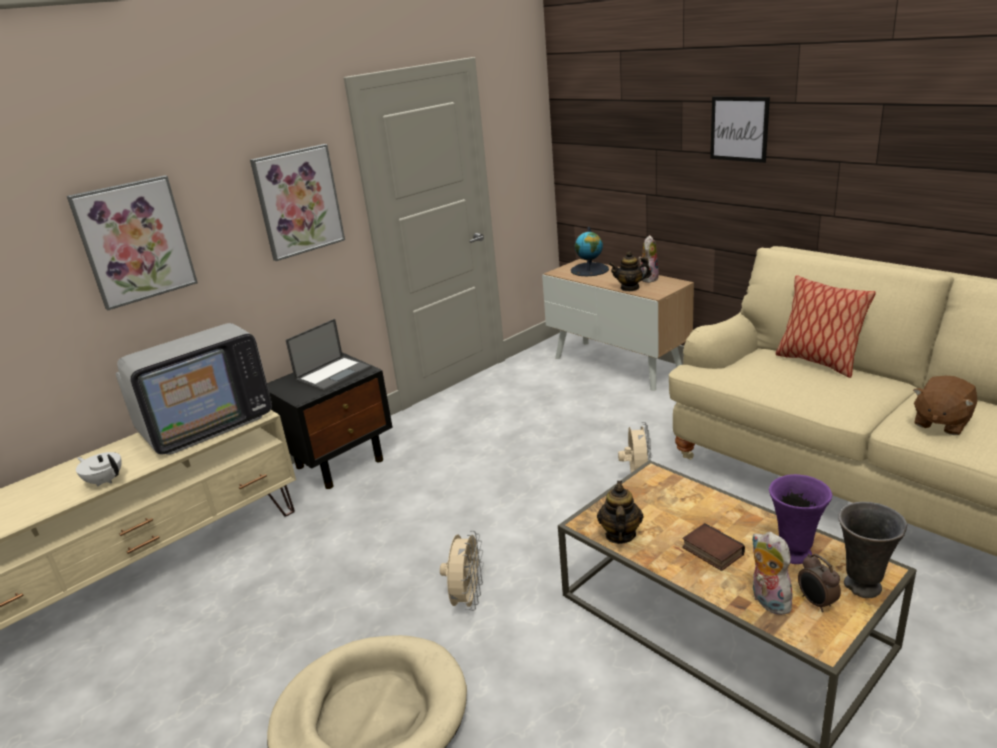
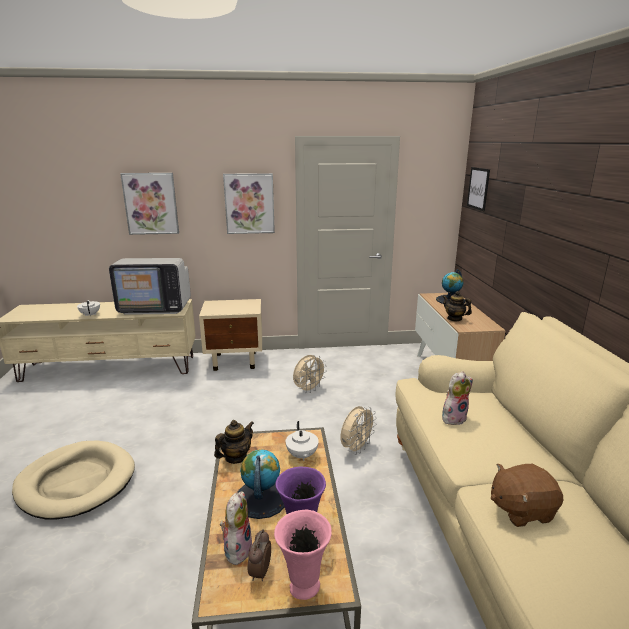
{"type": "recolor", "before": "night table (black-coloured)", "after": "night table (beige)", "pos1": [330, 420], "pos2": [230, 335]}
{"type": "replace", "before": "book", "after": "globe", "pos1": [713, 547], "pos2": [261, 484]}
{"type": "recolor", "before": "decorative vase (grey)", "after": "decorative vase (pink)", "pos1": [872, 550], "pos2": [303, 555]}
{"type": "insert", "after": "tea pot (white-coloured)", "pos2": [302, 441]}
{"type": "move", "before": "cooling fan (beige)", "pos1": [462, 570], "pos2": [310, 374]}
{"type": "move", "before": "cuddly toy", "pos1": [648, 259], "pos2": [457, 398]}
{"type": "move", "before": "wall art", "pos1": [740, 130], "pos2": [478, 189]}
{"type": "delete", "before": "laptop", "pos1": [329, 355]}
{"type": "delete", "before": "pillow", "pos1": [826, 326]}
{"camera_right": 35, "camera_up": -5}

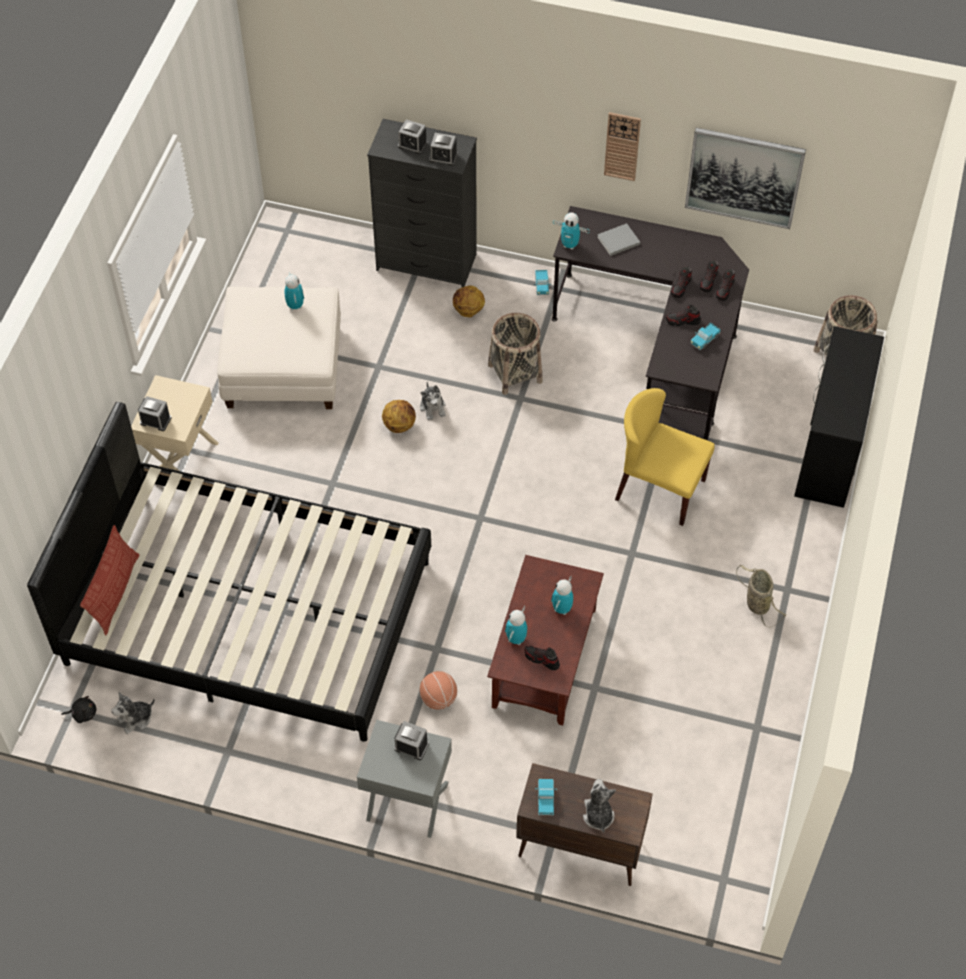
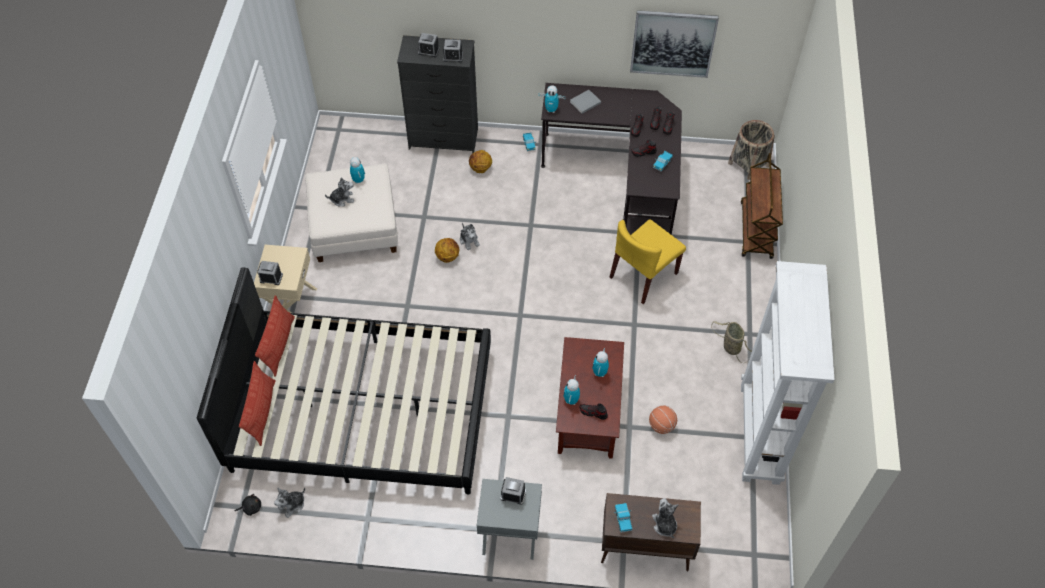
{"type": "insert", "after": "pillow", "pos2": [275, 336]}
{"type": "insert", "after": "cuddly toy", "pos2": [339, 192]}
{"type": "rotate", "before": "chair (yellow)", "pos1": [665, 457], "pos2": [648, 262], "turn": -60}
{"type": "move", "before": "ball for basketball", "pos1": [438, 690], "pos2": [663, 420]}
{"type": "replace", "before": "desk unit (black-coloured)", "after": "trolley (brown)", "pos1": [839, 417], "pos2": [762, 206]}
{"type": "insert", "after": "bookshelf (white-coloured)", "pos2": [788, 373]}
{"type": "delete", "before": "basket", "pos1": [515, 354]}
{"type": "delete", "before": "hanging clock", "pos1": [622, 146]}
{"camera_right": -10, "camera_up": 0}

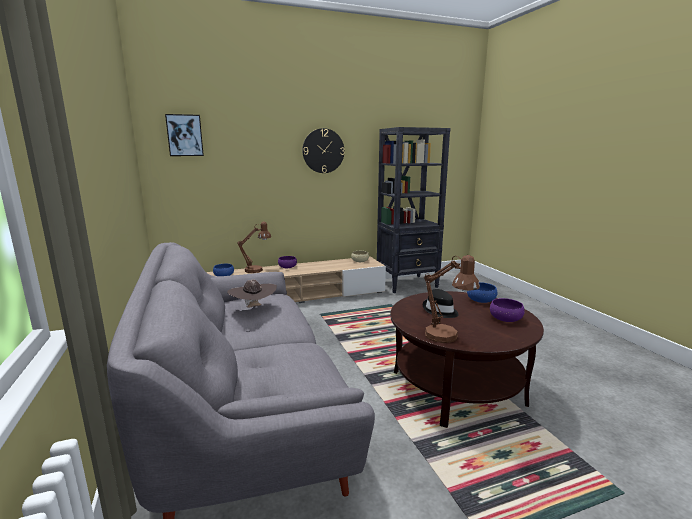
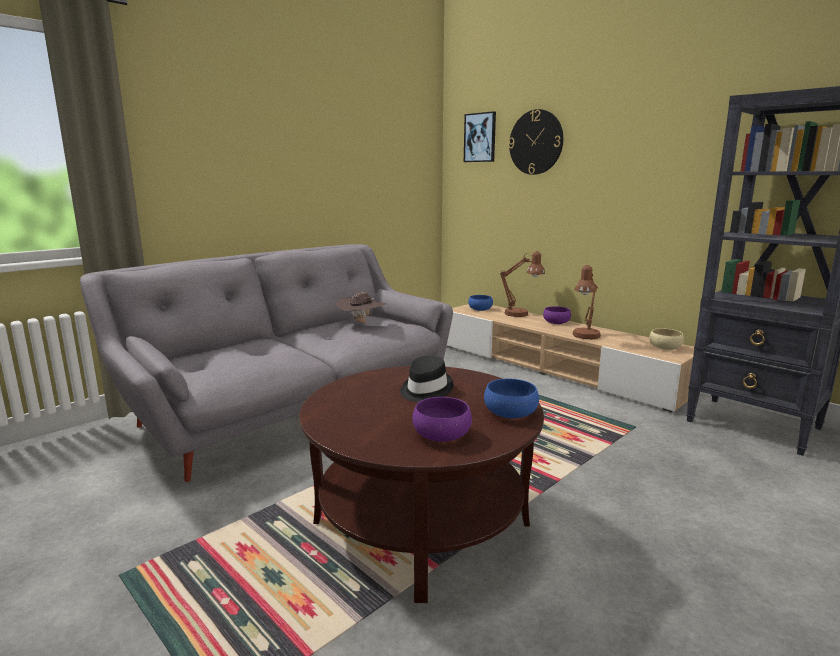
{"type": "move", "before": "hanging clock", "pos1": [323, 150], "pos2": [535, 142]}
{"type": "move", "before": "lamp for a table (brown)", "pos1": [452, 299], "pos2": [586, 302]}
{"camera_right": 65, "camera_up": 0}

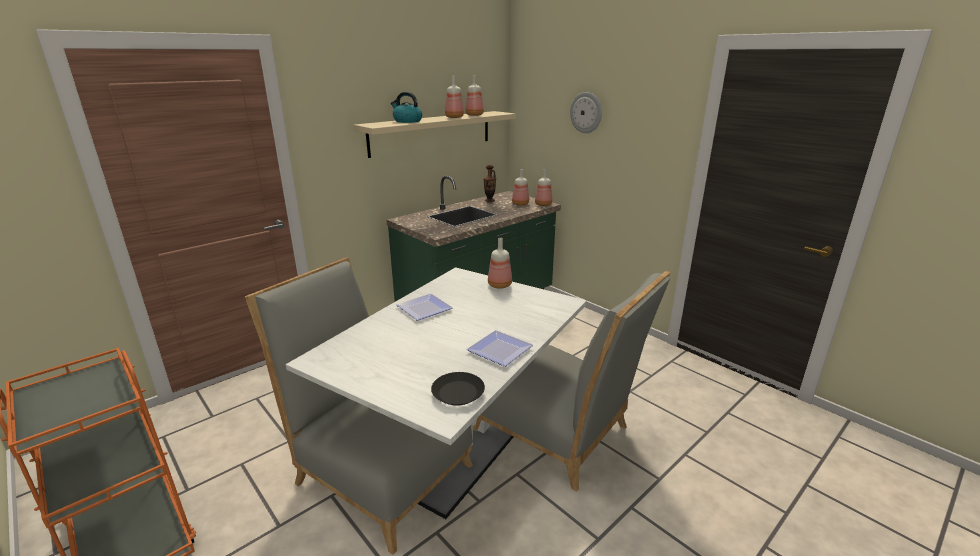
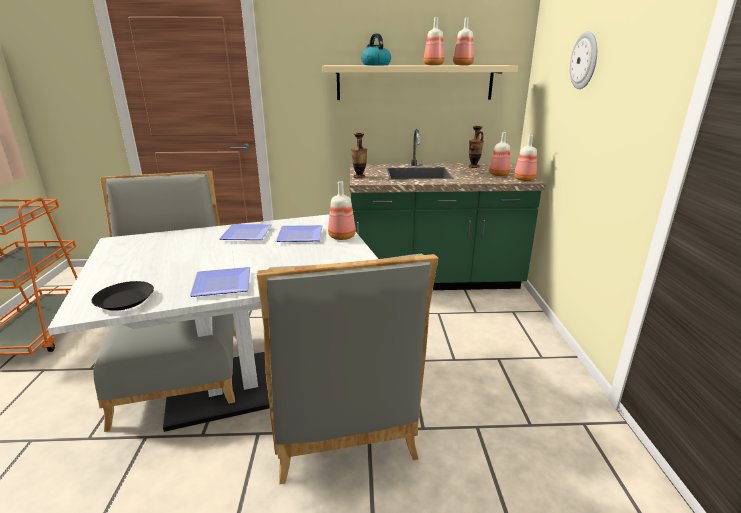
{"type": "insert", "after": "dinner plate", "pos2": [299, 233]}
{"type": "insert", "after": "decorative vase", "pos2": [359, 156]}
{"camera_right": 40, "camera_up": 0}

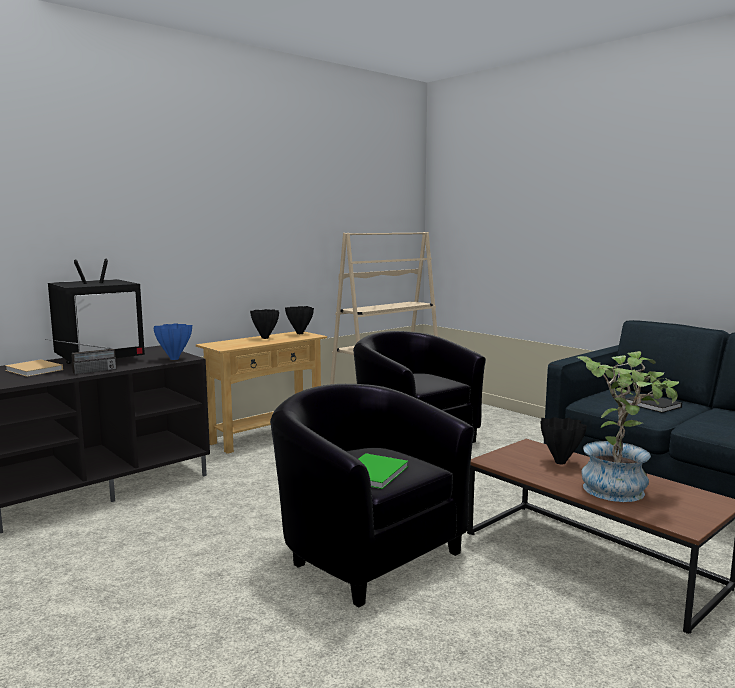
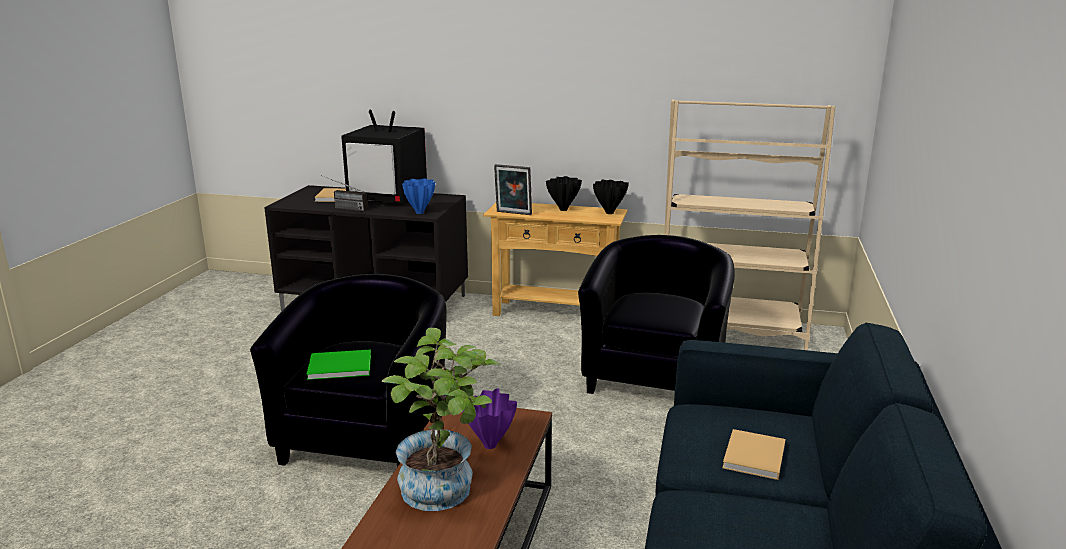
{"type": "recolor", "before": "decorative vase (black-coloured)", "after": "decorative vase (purple)", "pos1": [563, 441], "pos2": [489, 418]}
{"type": "insert", "after": "picture frame", "pos2": [513, 189]}
{"type": "recolor", "before": "book (black-coloured)", "after": "book (beige)", "pos1": [653, 404], "pos2": [753, 454]}
{"camera_right": 55, "camera_up": 10}

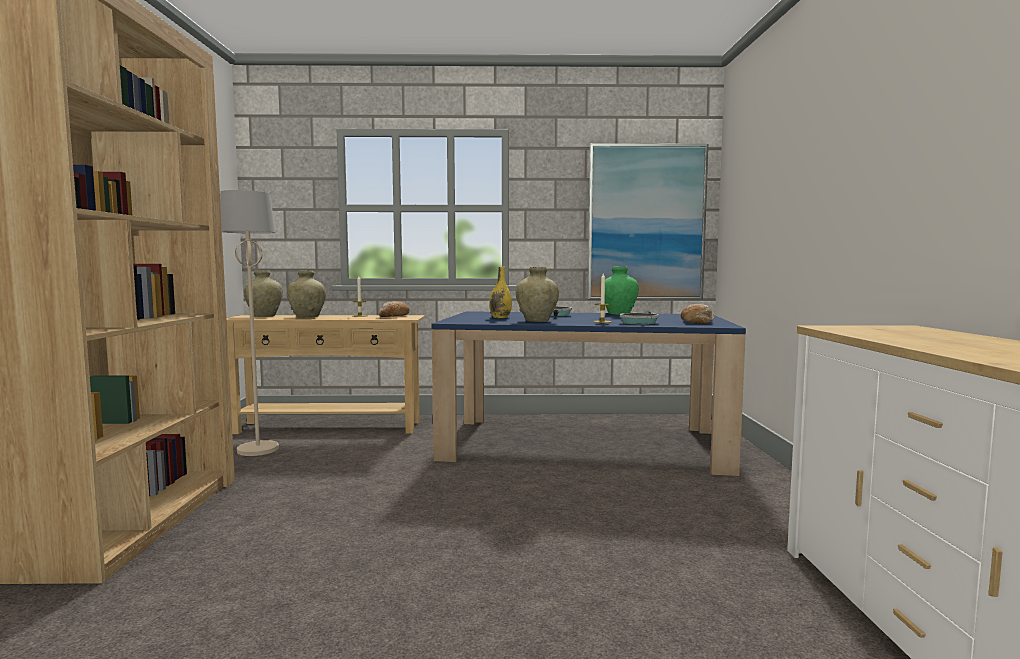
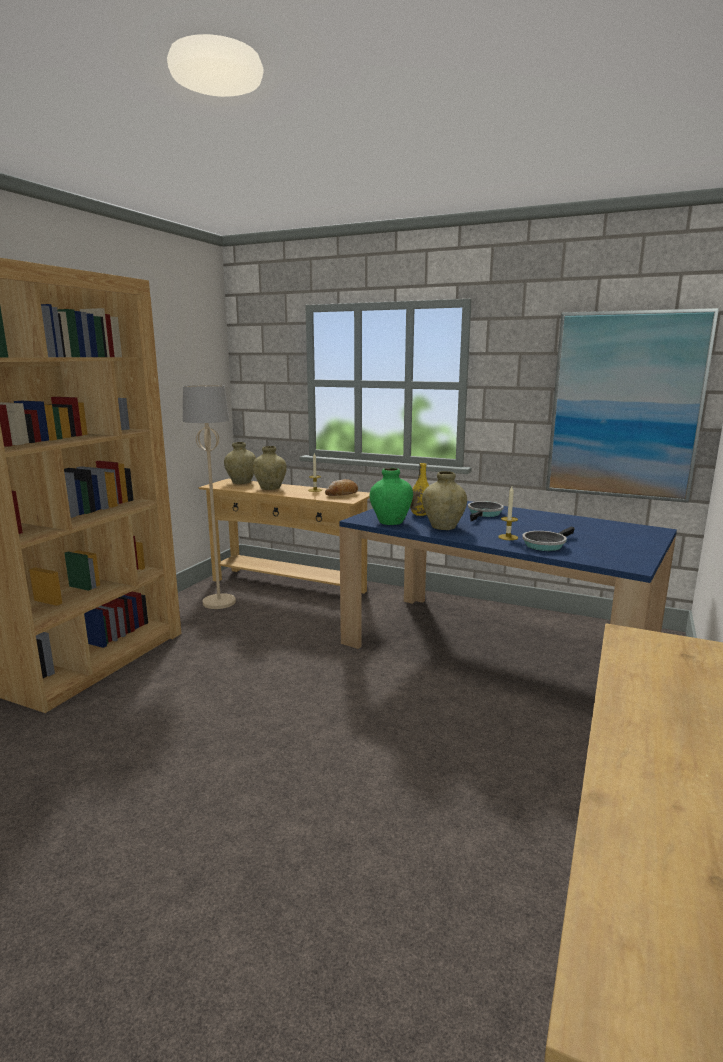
{"type": "move", "before": "decorative vase (green-coloured)", "pos1": [622, 291], "pos2": [391, 496]}
{"type": "delete", "before": "baked bread", "pos1": [697, 314]}
{"camera_right": 25, "camera_up": 10}

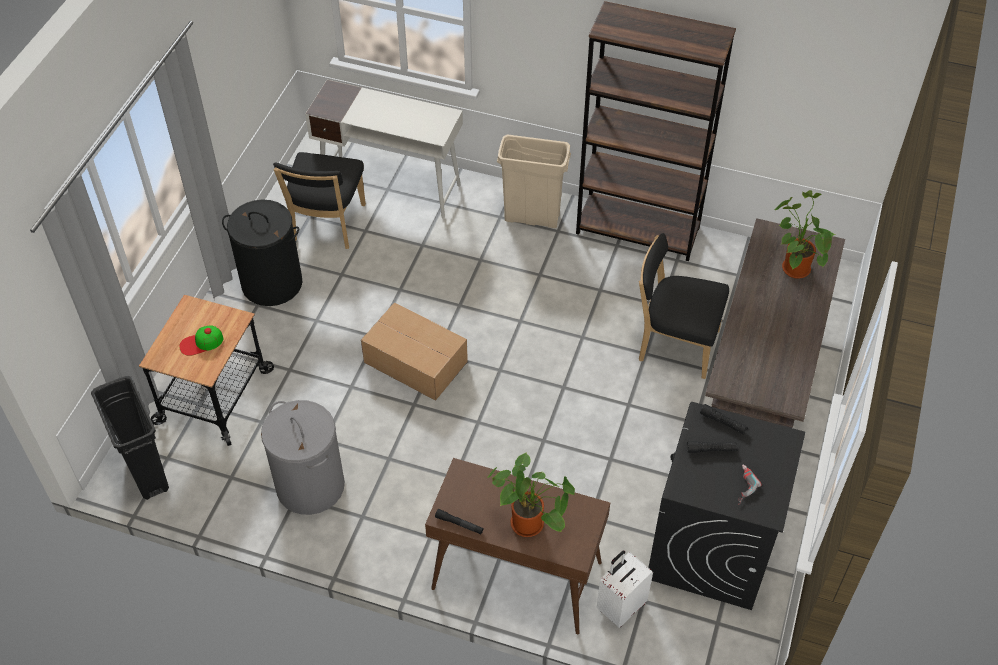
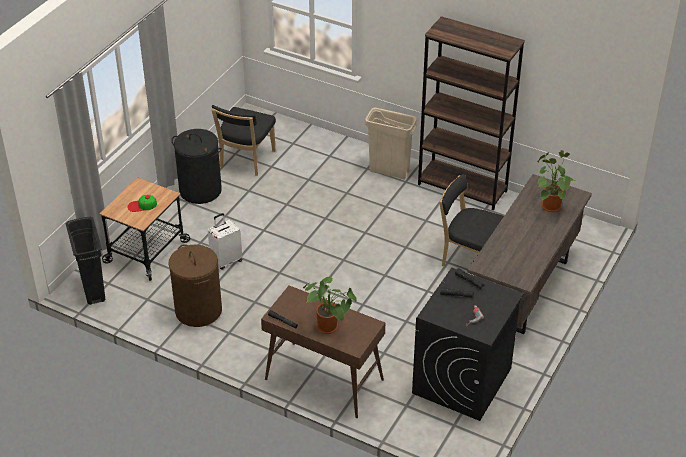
{"type": "recolor", "before": "washing basket (grey)", "after": "washing basket (brown)", "pos1": [303, 457], "pos2": [195, 285]}
{"type": "move", "before": "piece of luggage (white-coloured)", "pos1": [624, 589], "pos2": [225, 241]}
{"type": "delete", "before": "desk unit (white-coloured)", "pos1": [384, 149]}
{"type": "delete", "before": "cardboard box", "pos1": [414, 351]}
{"camera_right": 10, "camera_up": -10}

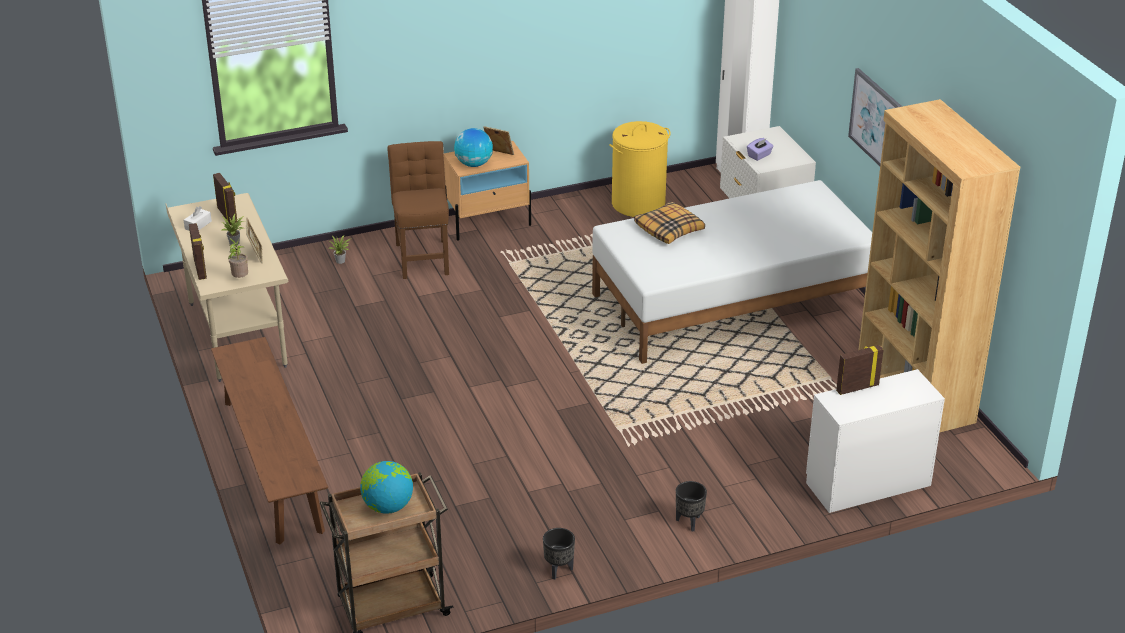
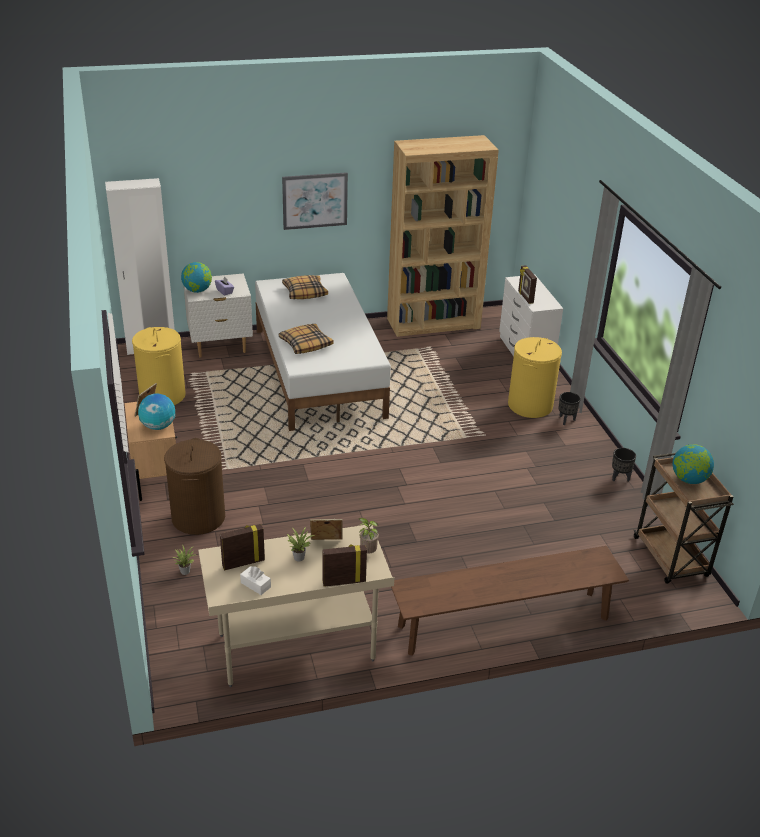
{"type": "replace", "before": "chair (brown)", "after": "washing basket (brown)", "pos1": [418, 210], "pos2": [194, 486]}
{"type": "insert", "after": "globe", "pos2": [196, 277]}
{"type": "insert", "after": "pillow", "pos2": [305, 287]}
{"type": "insert", "after": "washing basket (yellow)", "pos2": [535, 377]}
{"camera_right": -85, "camera_up": 0}

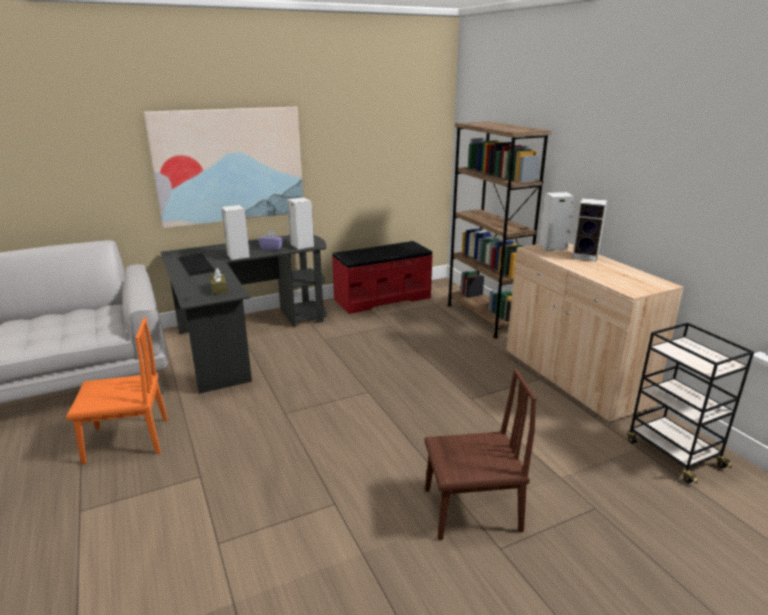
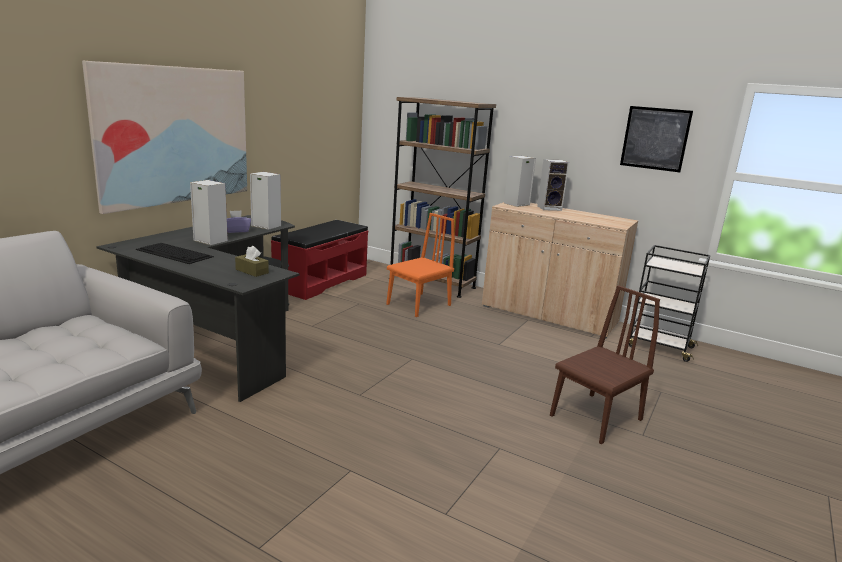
{"type": "move", "before": "chair (orange)", "pos1": [117, 391], "pos2": [420, 265]}
{"type": "insert", "after": "wall art", "pos2": [656, 139]}
{"camera_right": -35, "camera_up": -5}

